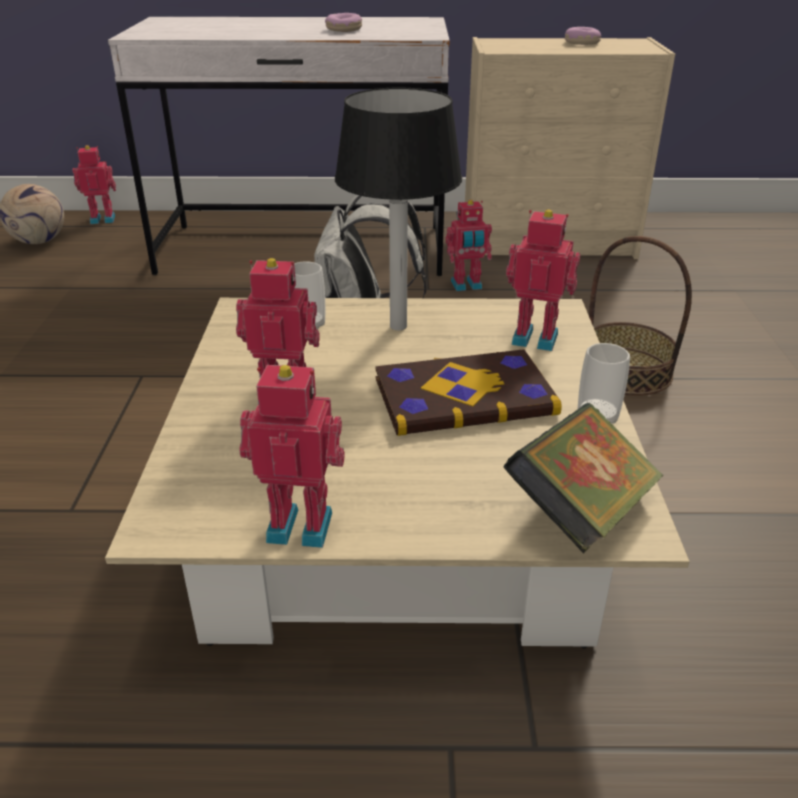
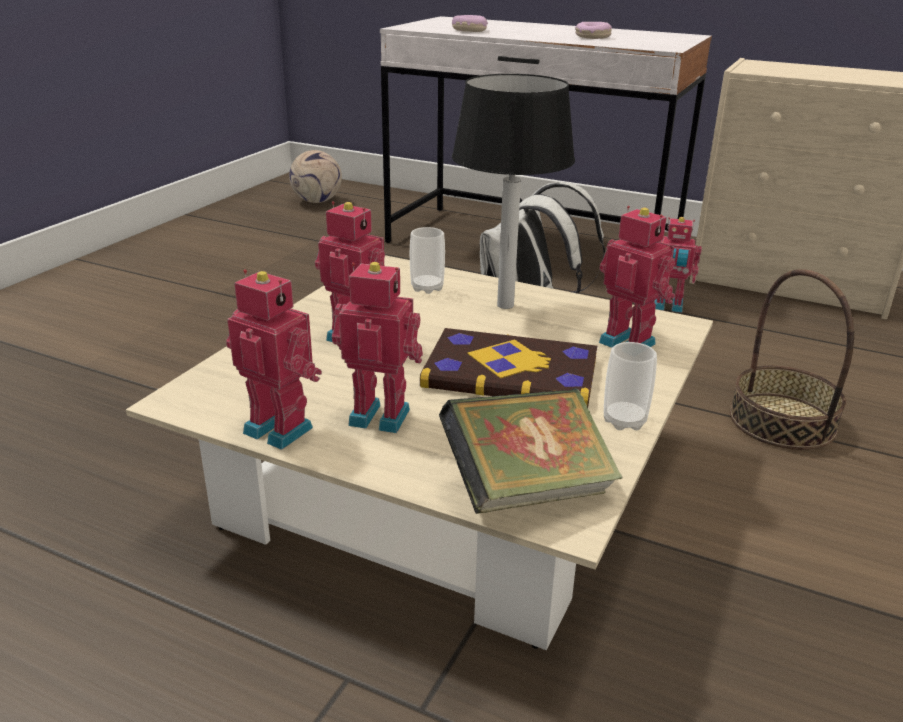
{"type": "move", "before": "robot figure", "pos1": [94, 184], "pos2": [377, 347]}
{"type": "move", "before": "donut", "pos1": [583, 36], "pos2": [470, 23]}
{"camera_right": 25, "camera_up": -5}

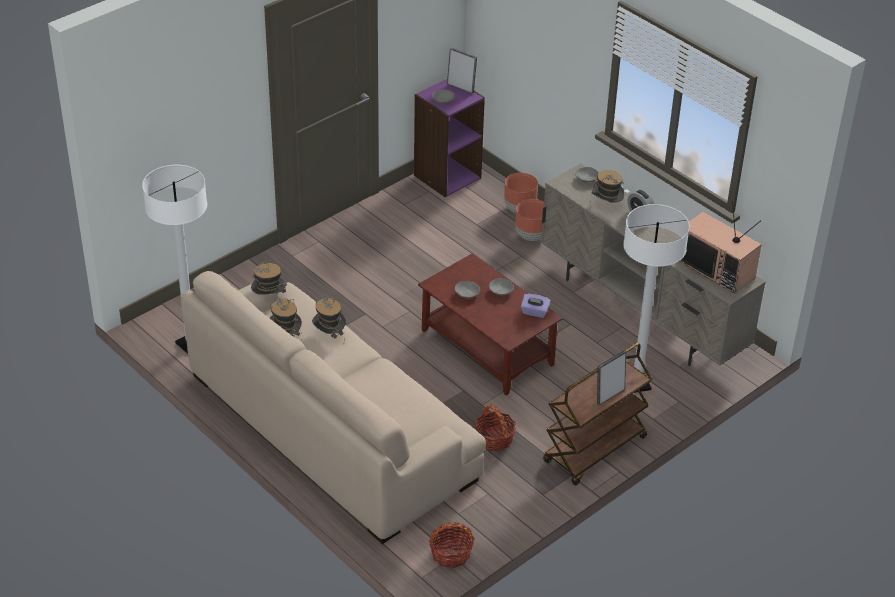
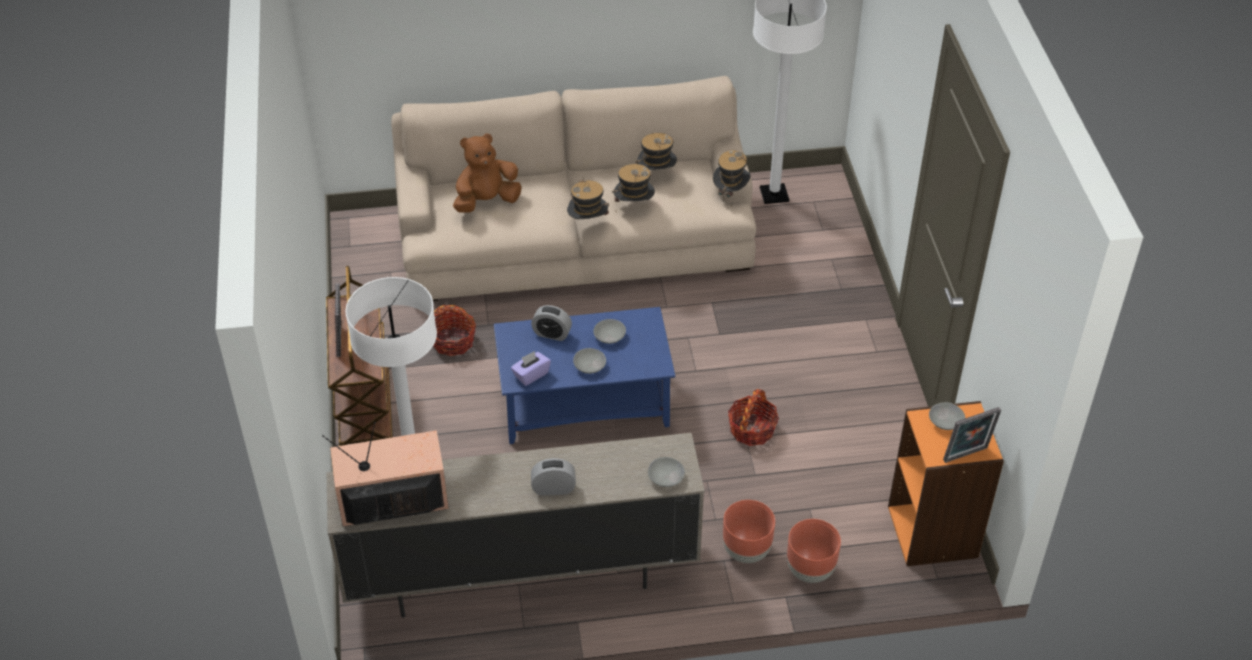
{"type": "insert", "after": "cuddly toy (brown)", "pos2": [487, 173]}
{"type": "recolor", "before": "lounge table (brown)", "after": "lounge table (bluish)", "pos1": [490, 324], "pos2": [584, 375]}
{"type": "insert", "after": "bedside clock", "pos2": [551, 323]}
{"type": "move", "before": "hat", "pos1": [607, 186], "pos2": [588, 198]}
{"type": "move", "before": "basket", "pos1": [452, 545], "pos2": [753, 417]}
{"type": "recolor", "before": "bookshelf (purple)", "after": "bookshelf (orange)", "pos1": [449, 138], "pos2": [946, 483]}
{"camera_right": 125, "camera_up": 5}

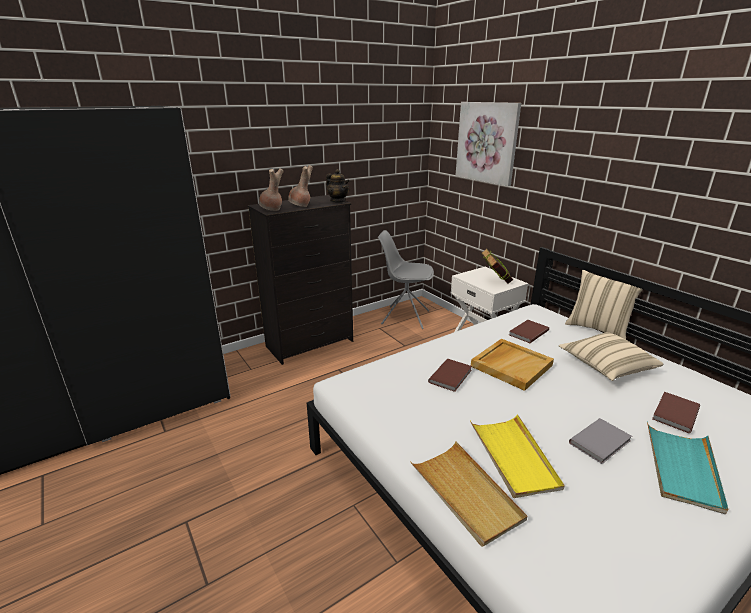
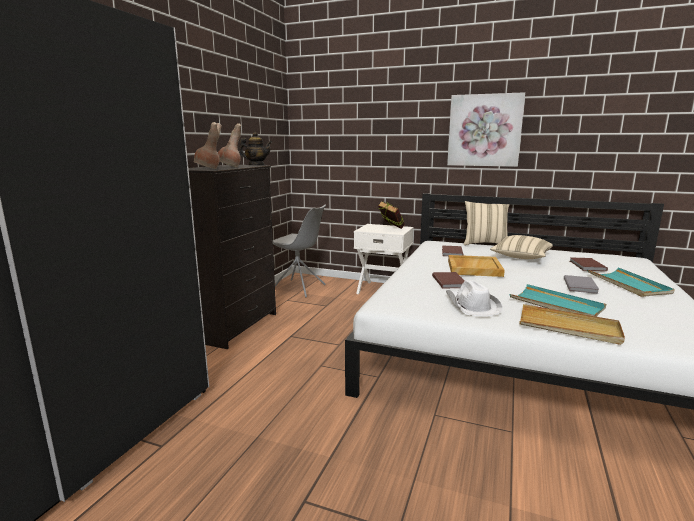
{"type": "rotate", "before": "chair (grey)", "pos1": [405, 279], "pos2": [299, 251], "turn": -135}
{"type": "insert", "after": "hat (white-coloured)", "pos2": [474, 298]}
{"type": "move", "before": "wall art", "pos1": [488, 144], "pos2": [486, 129]}
{"type": "recolor", "before": "carrying tray (yellow)", "after": "carrying tray (blue-green)", "pos1": [517, 456], "pos2": [558, 300]}
{"camera_right": -35, "camera_up": -10}

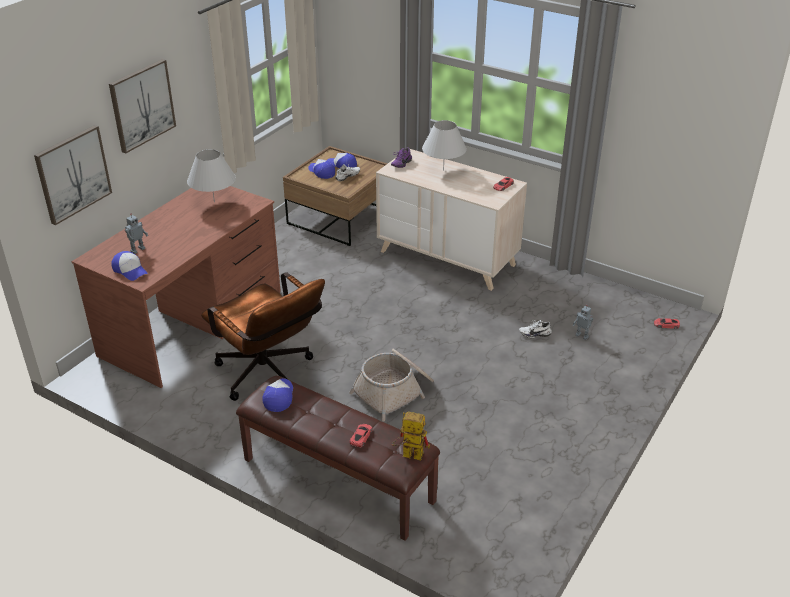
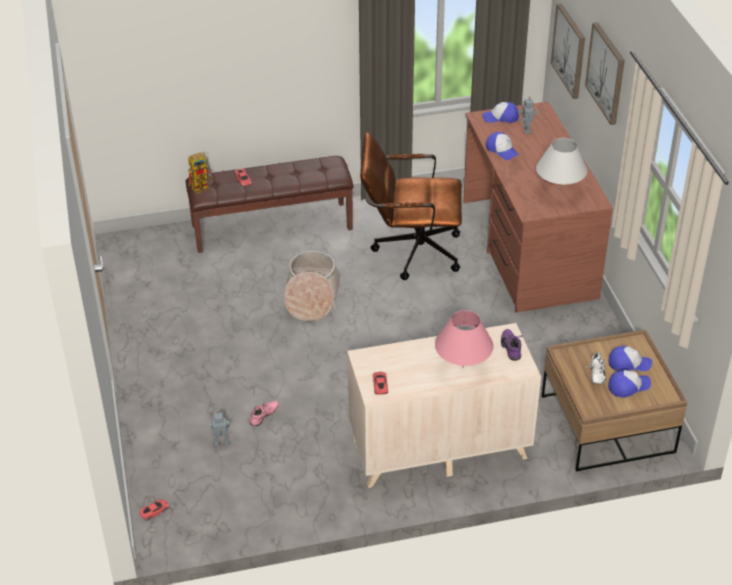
{"type": "recolor", "before": "shoe (white-coloured)", "after": "shoe (pink)", "pos1": [535, 328], "pos2": [263, 413]}
{"type": "recolor", "before": "lamp for a table (white-coloured)", "after": "lamp for a table (pink)", "pos1": [444, 145], "pos2": [464, 339]}
{"type": "move", "before": "cap", "pos1": [277, 395], "pos2": [502, 146]}
{"camera_right": 135, "camera_up": 5}

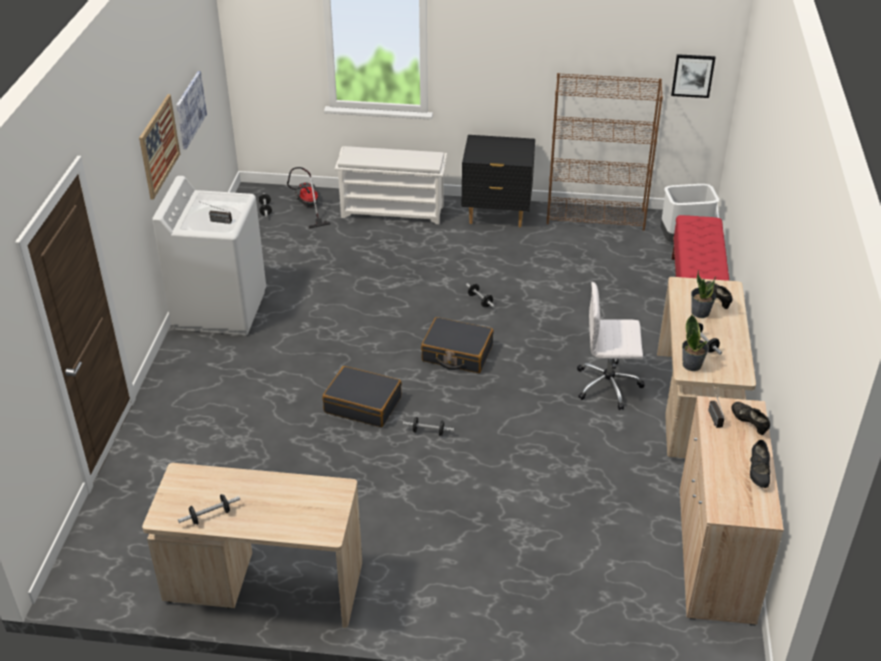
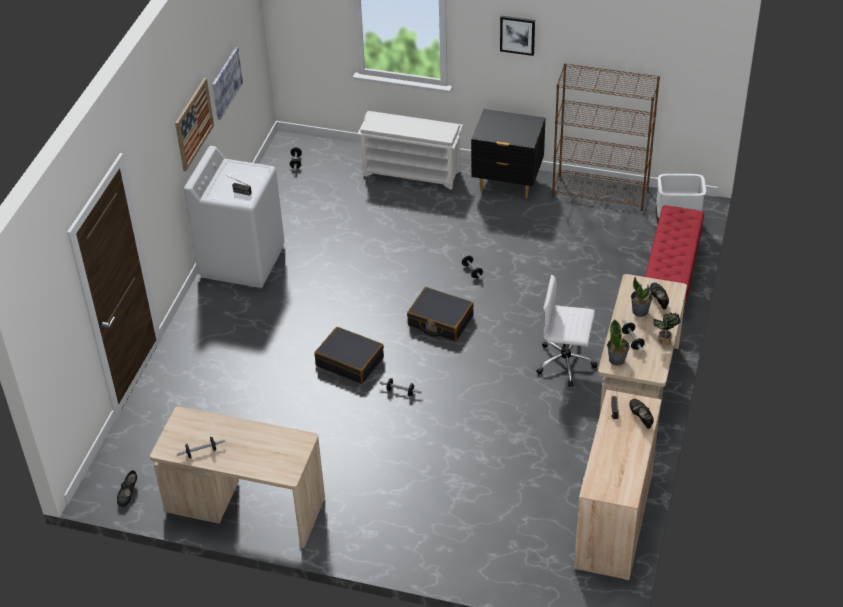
{"type": "move", "before": "shoe (black-coloured)", "pos1": [760, 464], "pos2": [127, 488]}
{"type": "move", "before": "wall art", "pos1": [693, 76], "pos2": [517, 36]}
{"type": "insert", "after": "plant in a pot", "pos2": [667, 328]}
{"type": "delete", "before": "hoover", "pos1": [309, 198]}
{"camera_right": 10, "camera_up": 5}

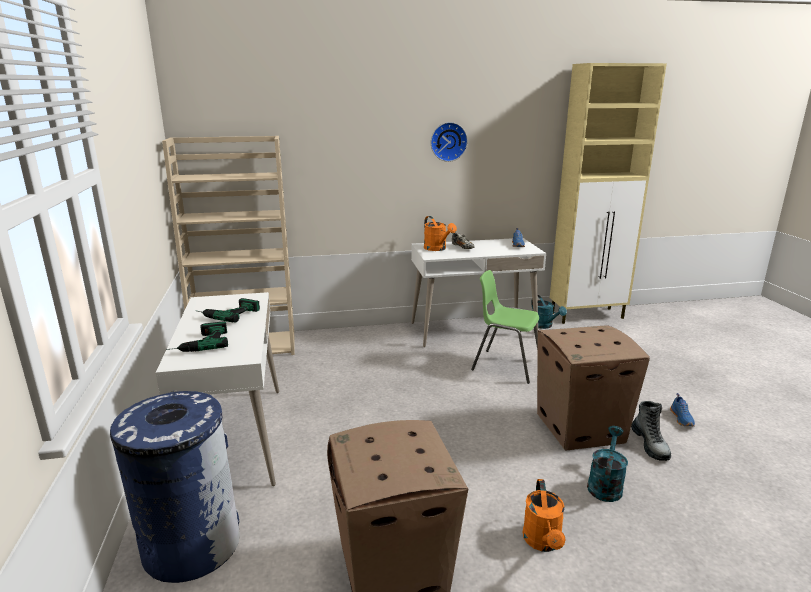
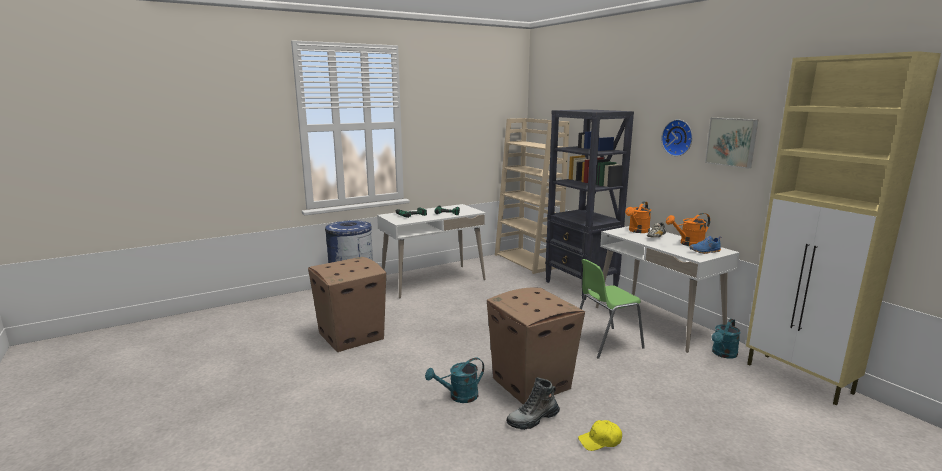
{"type": "rotate", "before": "watering can (blue-green)", "pos1": [607, 464], "pos2": [454, 380], "turn": 150}
{"type": "insert", "after": "bookshelf (black-coloured)", "pos2": [589, 204]}
{"type": "replace", "before": "shoe (bluish)", "after": "cap (yellow)", "pos1": [682, 409], "pos2": [600, 435]}
{"type": "rotate", "before": "chair (green-coloured)", "pos1": [505, 327], "pos2": [612, 309], "turn": -120}
{"type": "move", "before": "watering can (orange)", "pos1": [544, 515], "pos2": [688, 229]}
{"type": "insert", "after": "wall art", "pos2": [731, 143]}
{"camera_right": 70, "camera_up": -5}

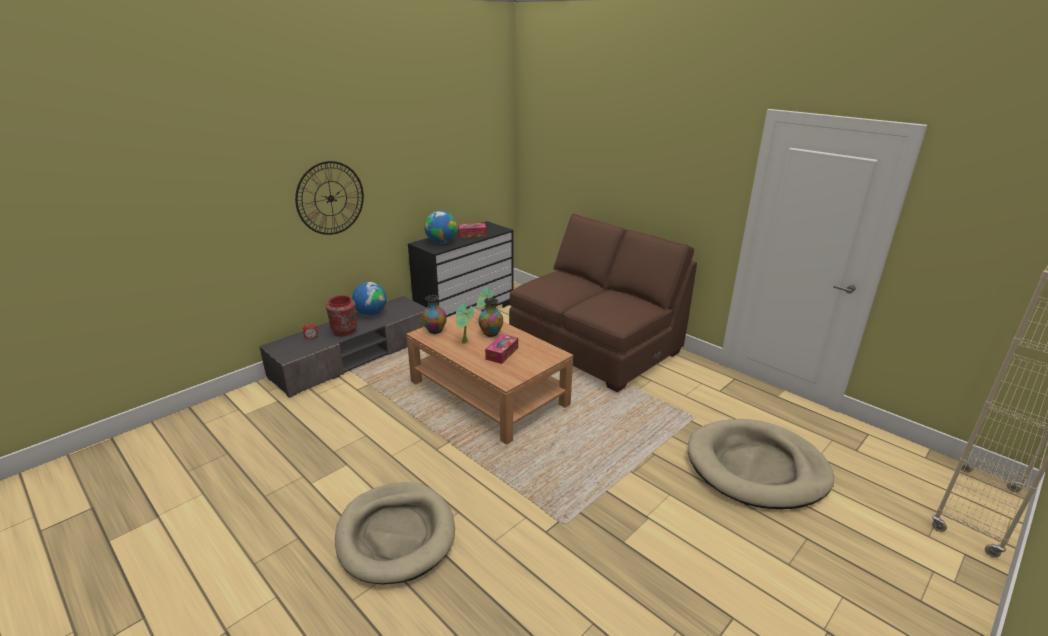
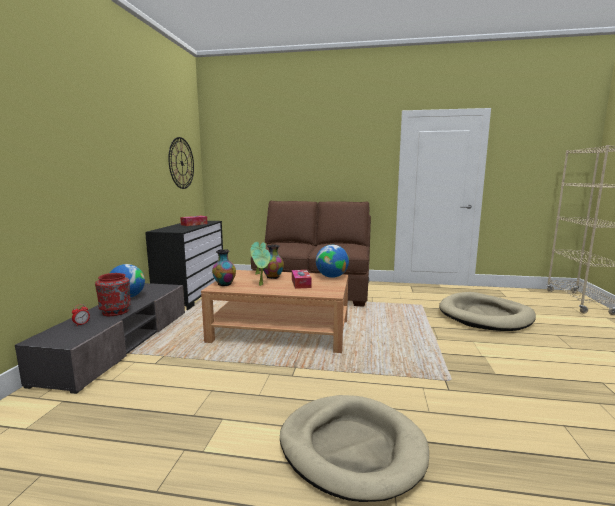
{"type": "move", "before": "hanging clock", "pos1": [329, 198], "pos2": [181, 163]}
{"type": "move", "before": "globe", "pos1": [440, 227], "pos2": [332, 261]}
{"camera_right": -35, "camera_up": -15}

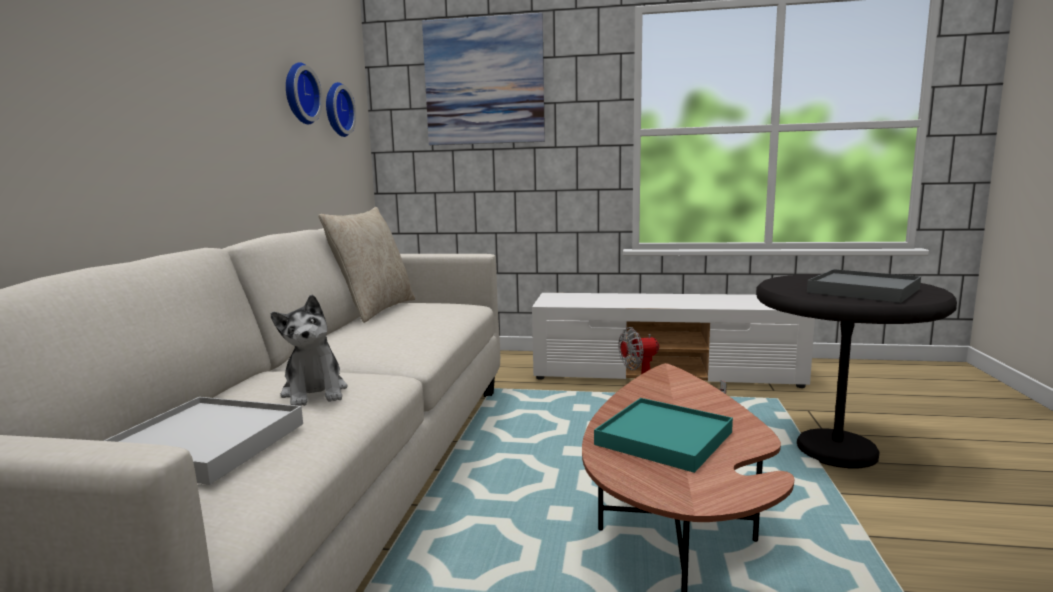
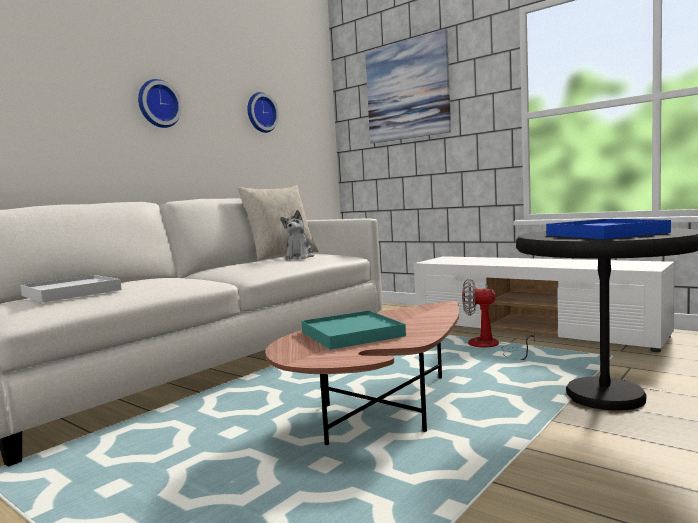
{"type": "move", "before": "hanging clock", "pos1": [341, 109], "pos2": [160, 103]}
{"type": "move", "before": "cuddly toy", "pos1": [309, 350], "pos2": [297, 234]}
{"type": "recolor", "before": "carrying tray (grey)", "after": "carrying tray (bluish)", "pos1": [864, 286], "pos2": [608, 229]}
{"camera_right": 30, "camera_up": -5}

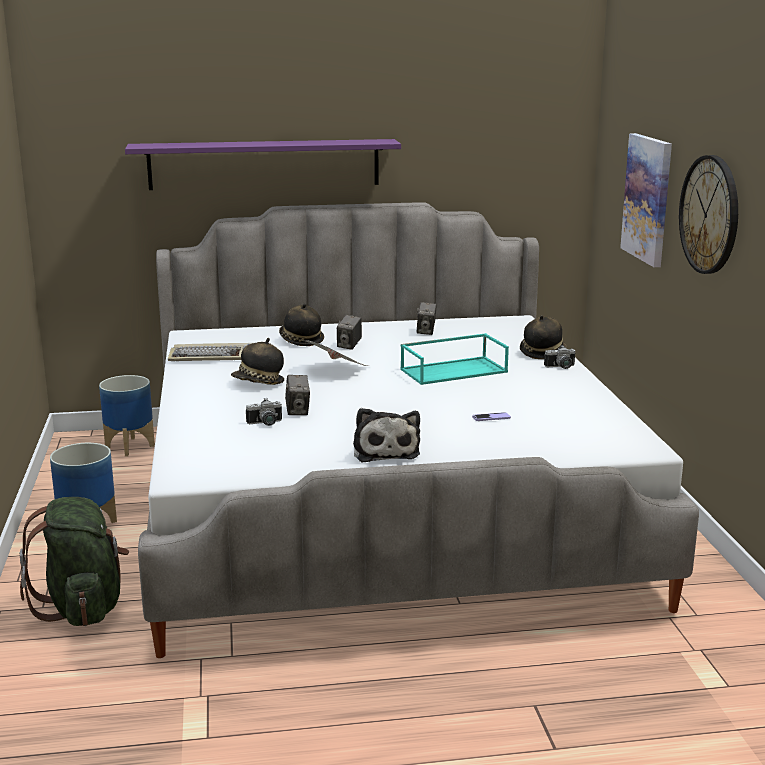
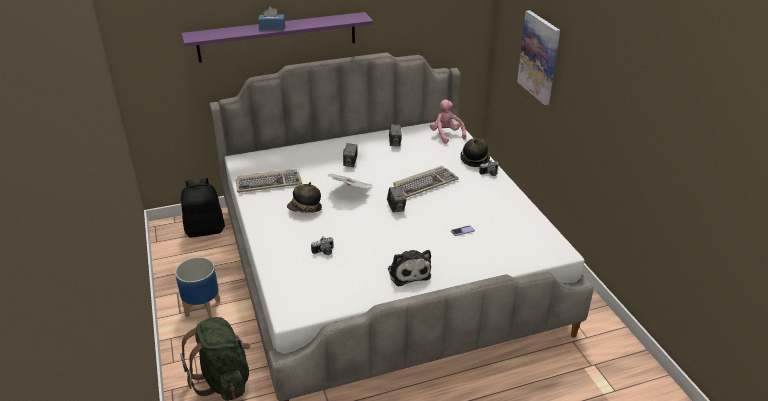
{"type": "replace", "before": "planter", "after": "knapsack (black-coloured)", "pos1": [127, 416], "pos2": [203, 208]}
{"type": "insert", "after": "box of tissues (bluish)", "pos2": [271, 18]}
{"type": "move", "before": "photo camera", "pos1": [297, 395], "pos2": [397, 199]}
{"type": "replace", "before": "carrying tray (blue-green)", "after": "PC keyboard", "pos1": [454, 359], "pos2": [426, 182]}
{"type": "insert", "after": "cuddly toy (pink)", "pos2": [448, 121]}
{"type": "delete", "before": "hat", "pos1": [301, 325]}
{"type": "delete", "before": "hanging clock", "pos1": [708, 214]}
{"camera_right": -10, "camera_up": 15}

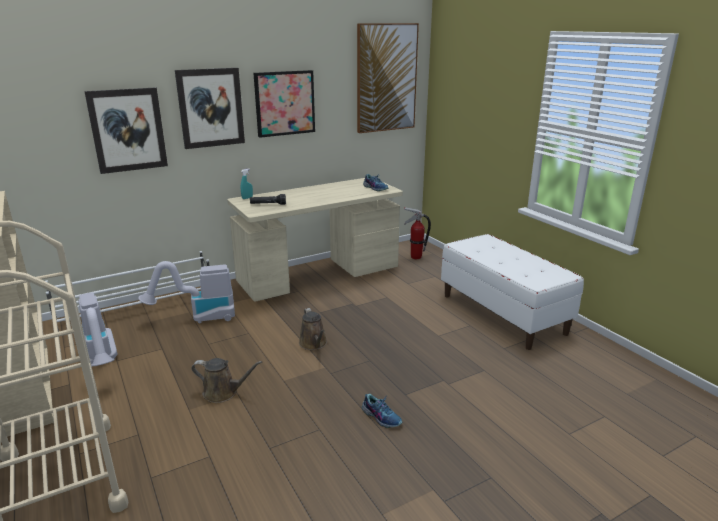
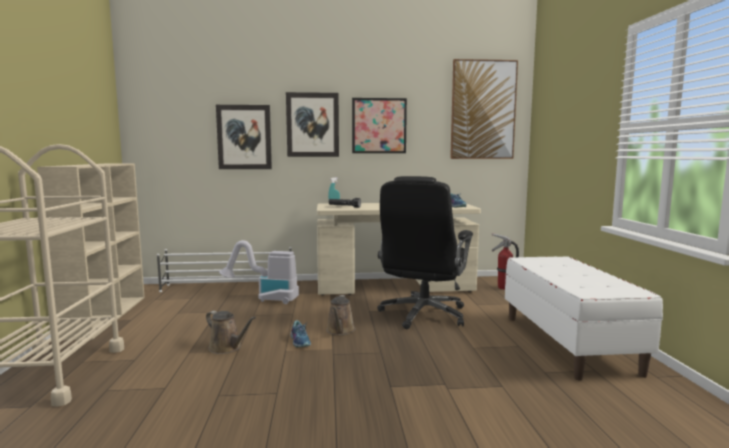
{"type": "move", "before": "shoe", "pos1": [382, 411], "pos2": [301, 333]}
{"type": "insert", "after": "desk chair (black-coloured)", "pos2": [425, 252]}
{"type": "delete", "before": "hoover", "pos1": [97, 329]}
{"camera_right": 25, "camera_up": -15}

